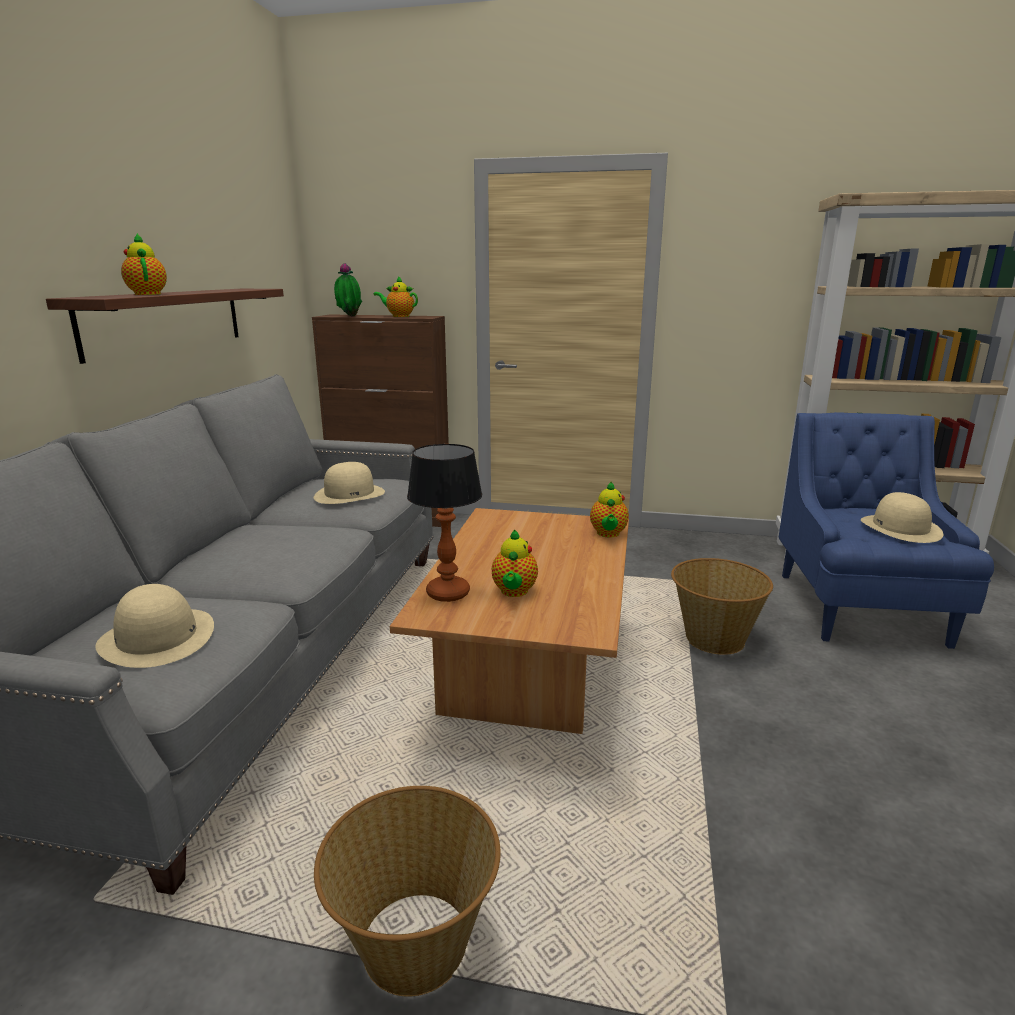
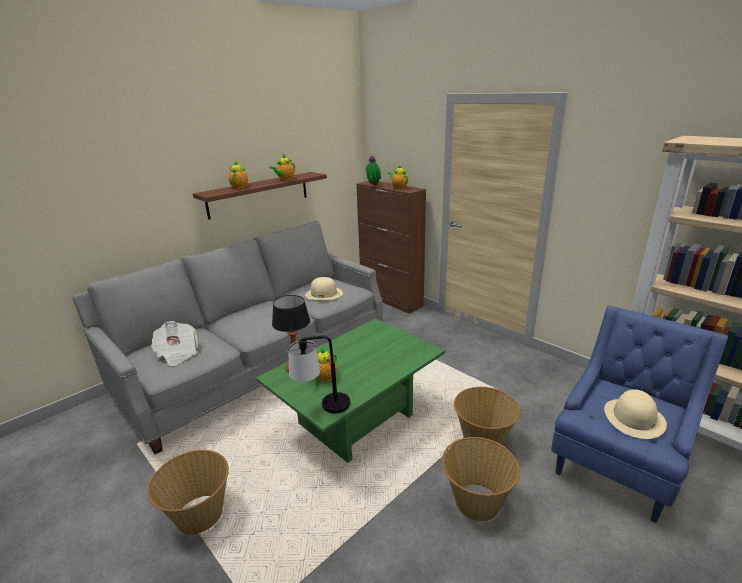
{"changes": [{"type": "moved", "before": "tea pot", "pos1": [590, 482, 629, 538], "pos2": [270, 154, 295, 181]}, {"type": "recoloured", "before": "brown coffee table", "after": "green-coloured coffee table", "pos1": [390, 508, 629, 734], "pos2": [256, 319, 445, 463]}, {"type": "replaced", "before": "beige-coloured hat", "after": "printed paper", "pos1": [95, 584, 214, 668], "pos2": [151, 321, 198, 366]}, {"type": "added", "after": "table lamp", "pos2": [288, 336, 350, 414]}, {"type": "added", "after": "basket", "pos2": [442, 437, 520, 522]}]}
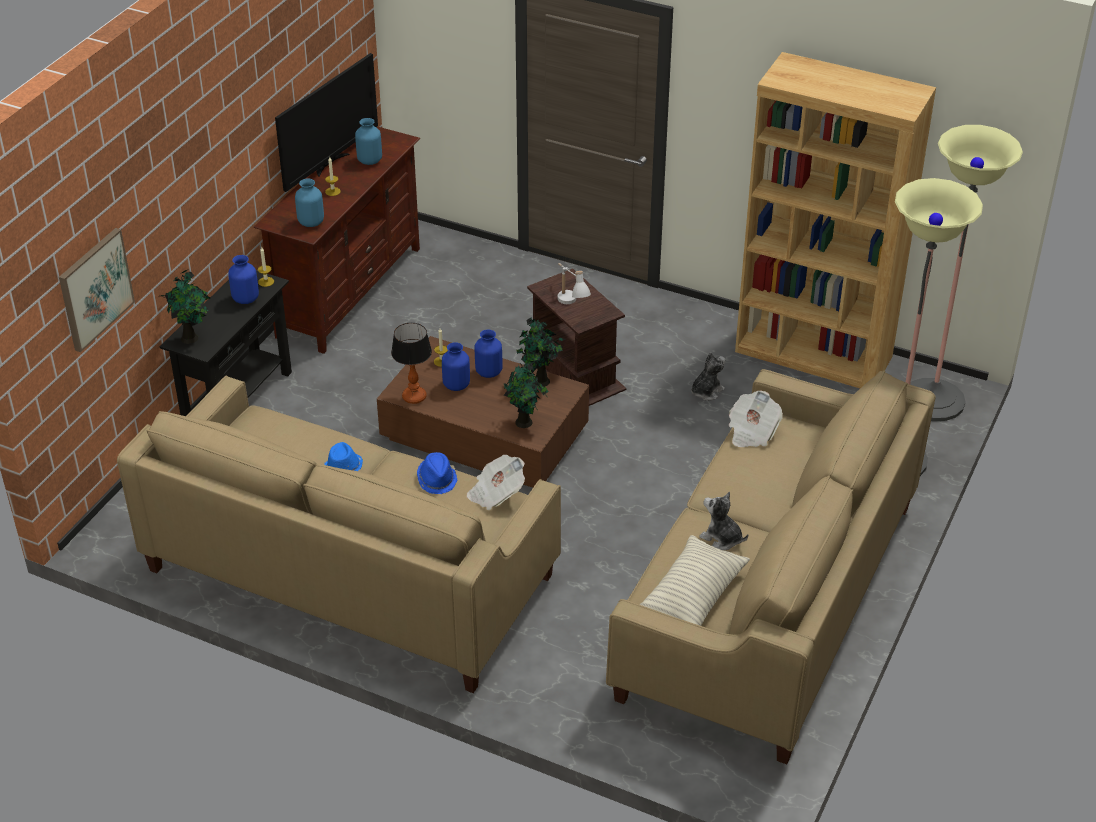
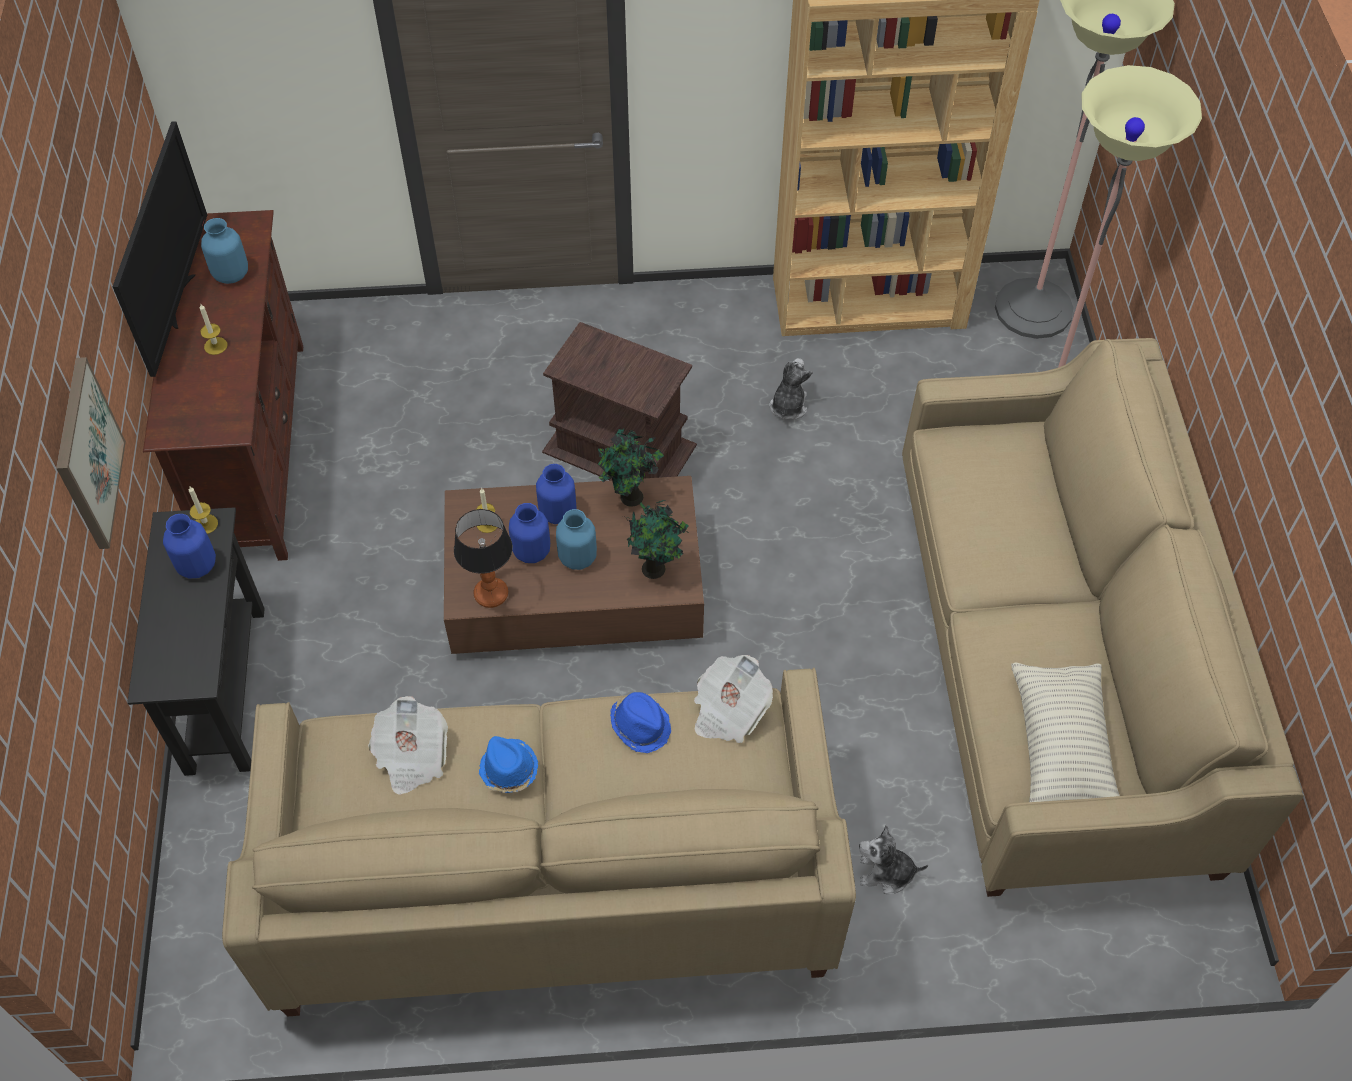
{"changes": [{"type": "moved", "before": "bluish decorative vase", "pos1": [295, 179, 324, 227], "pos2": [556, 509, 597, 570]}, {"type": "moved", "before": "wall picture", "pos1": [59, 228, 135, 352], "pos2": [56, 357, 126, 549]}, {"type": "removed", "before": "white-coloured table lamp", "pos1": [558, 263, 591, 304]}, {"type": "removed", "before": "houseplant", "pos1": [161, 270, 210, 344]}, {"type": "moved", "before": "printed paper", "pos1": [729, 391, 783, 447], "pos2": [368, 696, 448, 795]}, {"type": "moved", "before": "cuddly toy", "pos1": [699, 492, 748, 550], "pos2": [859, 824, 928, 894]}]}
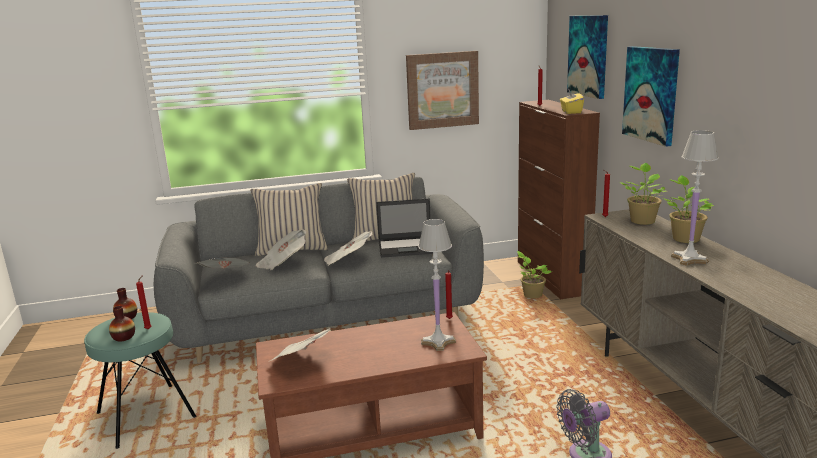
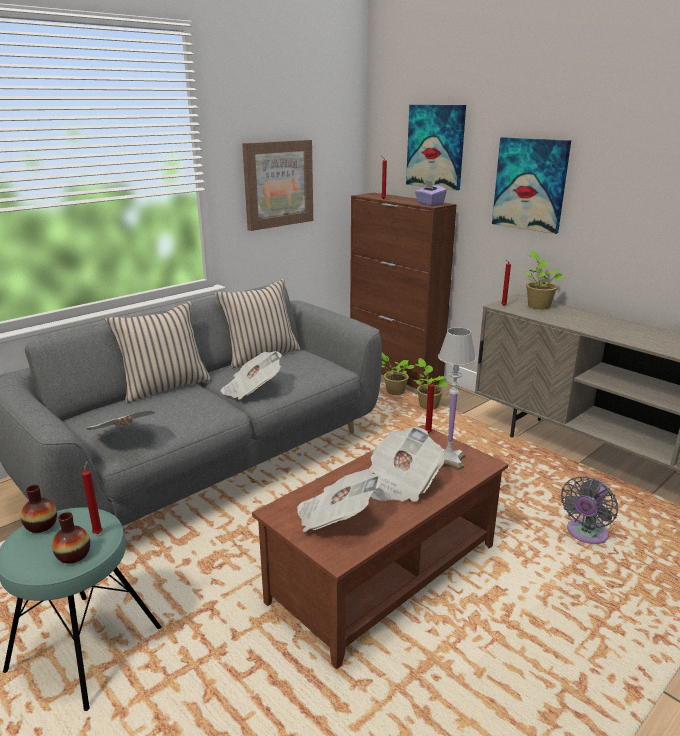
{"changes": [{"type": "recoloured", "before": "yellow-coloured tissue box", "after": "purple tissue box", "pos1": [560, 89, 584, 114], "pos2": [415, 180, 447, 206]}, {"type": "removed", "before": "white-coloured table lamp", "pos1": [671, 130, 719, 266]}, {"type": "moved", "before": "houseplant", "pos1": [663, 175, 714, 243], "pos2": [414, 358, 449, 409]}, {"type": "removed", "before": "laptop", "pos1": [376, 198, 433, 258]}, {"type": "moved", "before": "printed paper", "pos1": [256, 230, 307, 270], "pos2": [369, 427, 444, 502]}]}
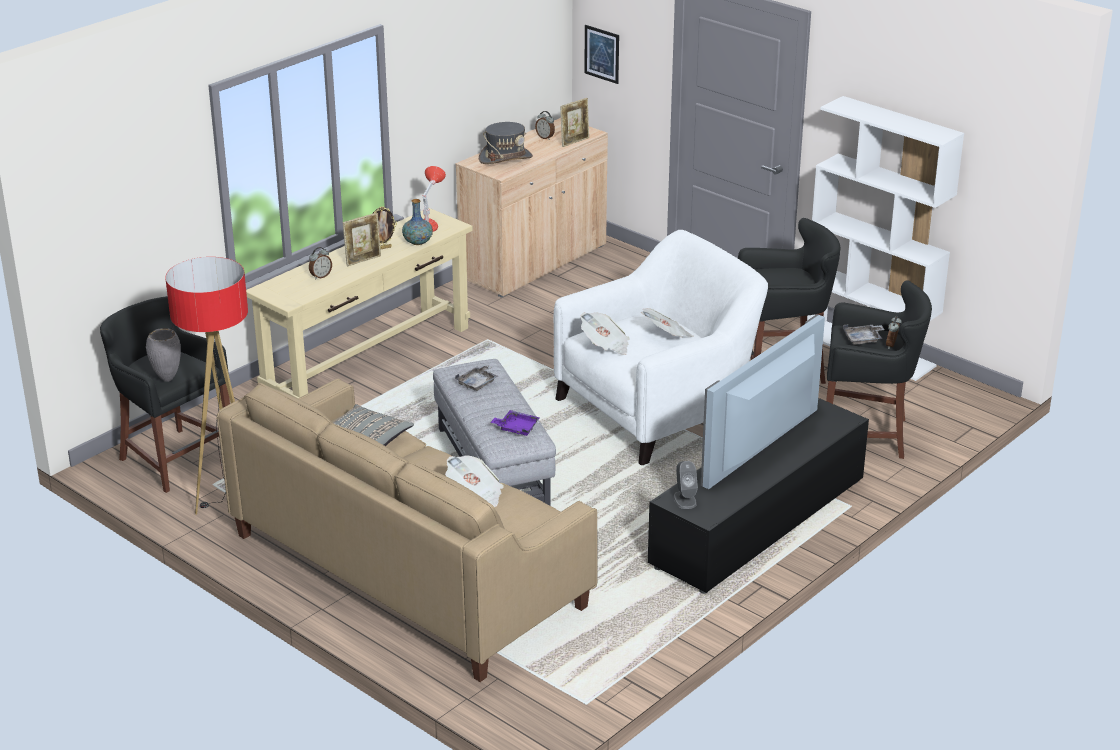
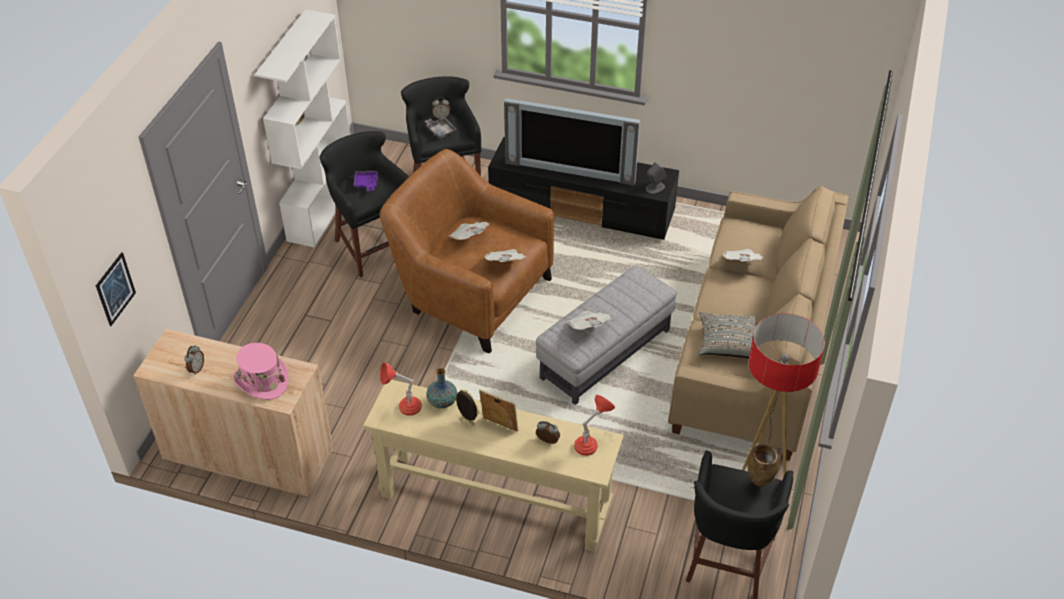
{"changes": [{"type": "removed", "before": "standing frame", "pos1": [560, 98, 589, 147]}, {"type": "recoloured", "before": "gray hat", "after": "pink-coloured hat", "pos1": [479, 122, 533, 164], "pos2": [233, 343, 289, 400]}, {"type": "recoloured", "before": "white-coloured lounge chair", "after": "brown lounge chair", "pos1": [554, 230, 768, 465], "pos2": [380, 149, 554, 353]}, {"type": "recoloured", "before": "gray decorative vase", "after": "brown decorative vase", "pos1": [146, 328, 181, 382], "pos2": [747, 444, 780, 487]}, {"type": "replaced", "before": "gray carrying tray", "after": "printed paper", "pos1": [455, 364, 498, 391], "pos2": [568, 310, 611, 330]}, {"type": "moved", "before": "purple carrying tray", "pos1": [490, 410, 540, 436], "pos2": [354, 170, 378, 191]}, {"type": "added", "after": "red table lamp", "pos2": [574, 395, 615, 456]}]}
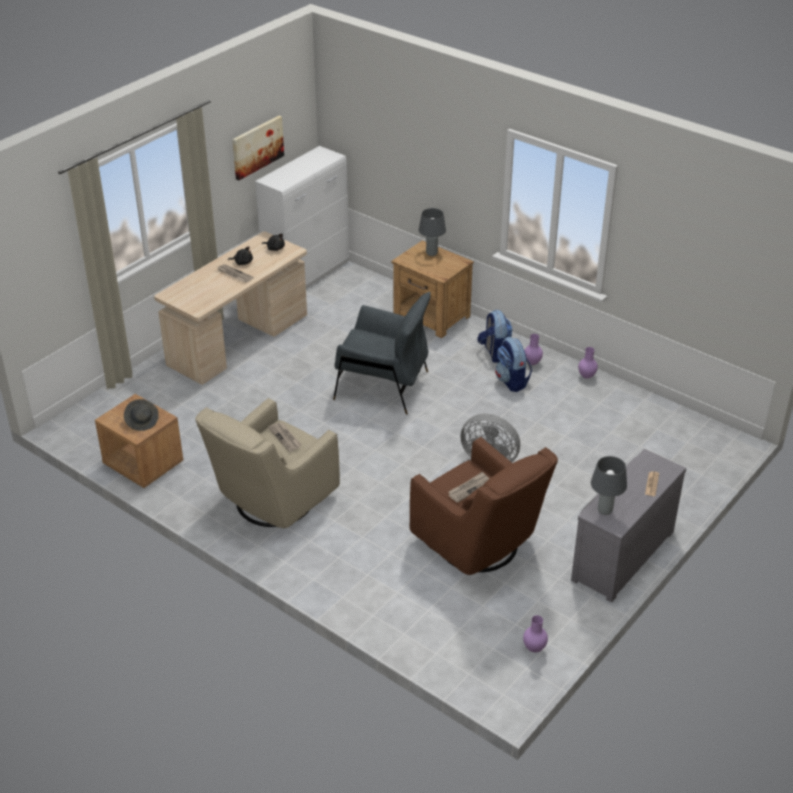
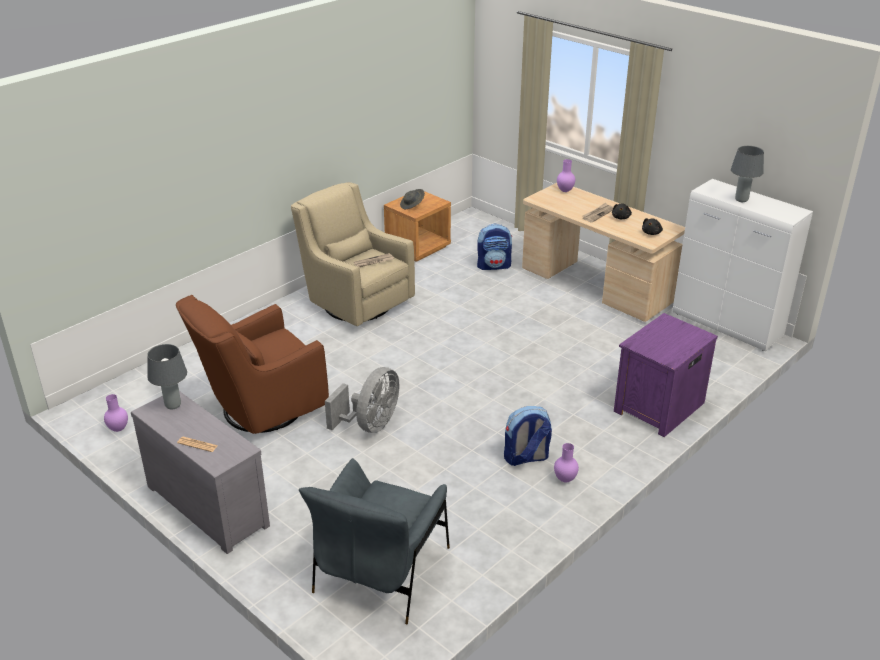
{"changes": [{"type": "removed", "before": "wall picture", "pos1": [232, 116, 284, 181]}, {"type": "moved", "before": "gray table lamp", "pos1": [419, 208, 446, 256], "pos2": [731, 146, 764, 202]}, {"type": "recoloured", "before": "brown night table", "after": "purple night table", "pos1": [391, 240, 474, 338], "pos2": [614, 313, 718, 437]}, {"type": "moved", "before": "gray lounge chair", "pos1": [333, 292, 431, 414], "pos2": [299, 458, 450, 625]}, {"type": "moved", "before": "backpack", "pos1": [477, 310, 512, 363], "pos2": [477, 224, 512, 270]}, {"type": "moved", "before": "purple decorative vase", "pos1": [578, 347, 598, 379], "pos2": [557, 159, 575, 192]}, {"type": "removed", "before": "printed paper", "pos1": [448, 472, 489, 503]}]}
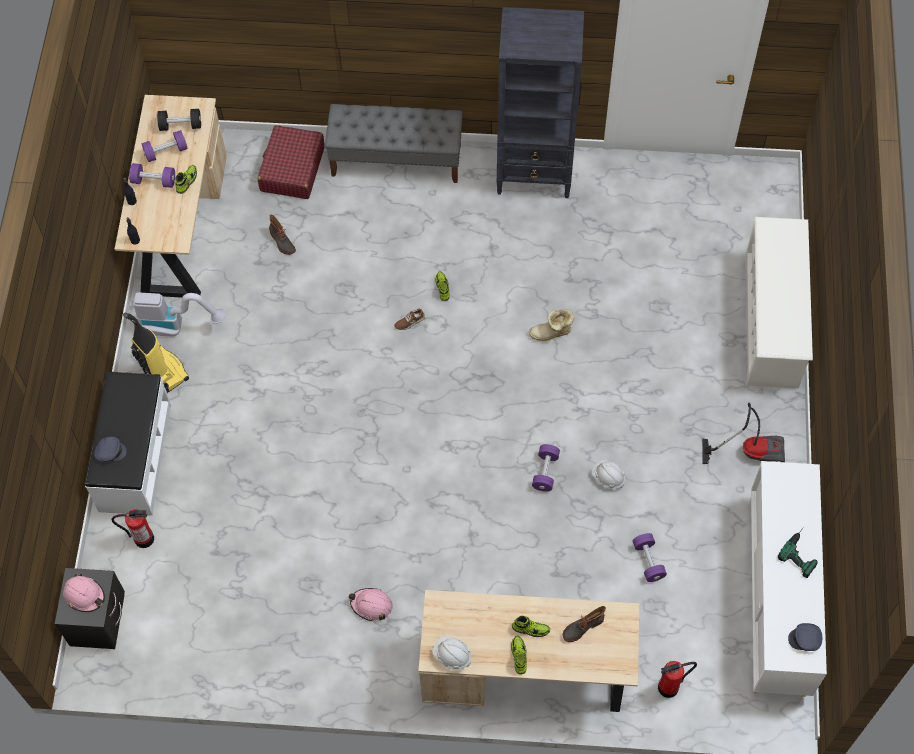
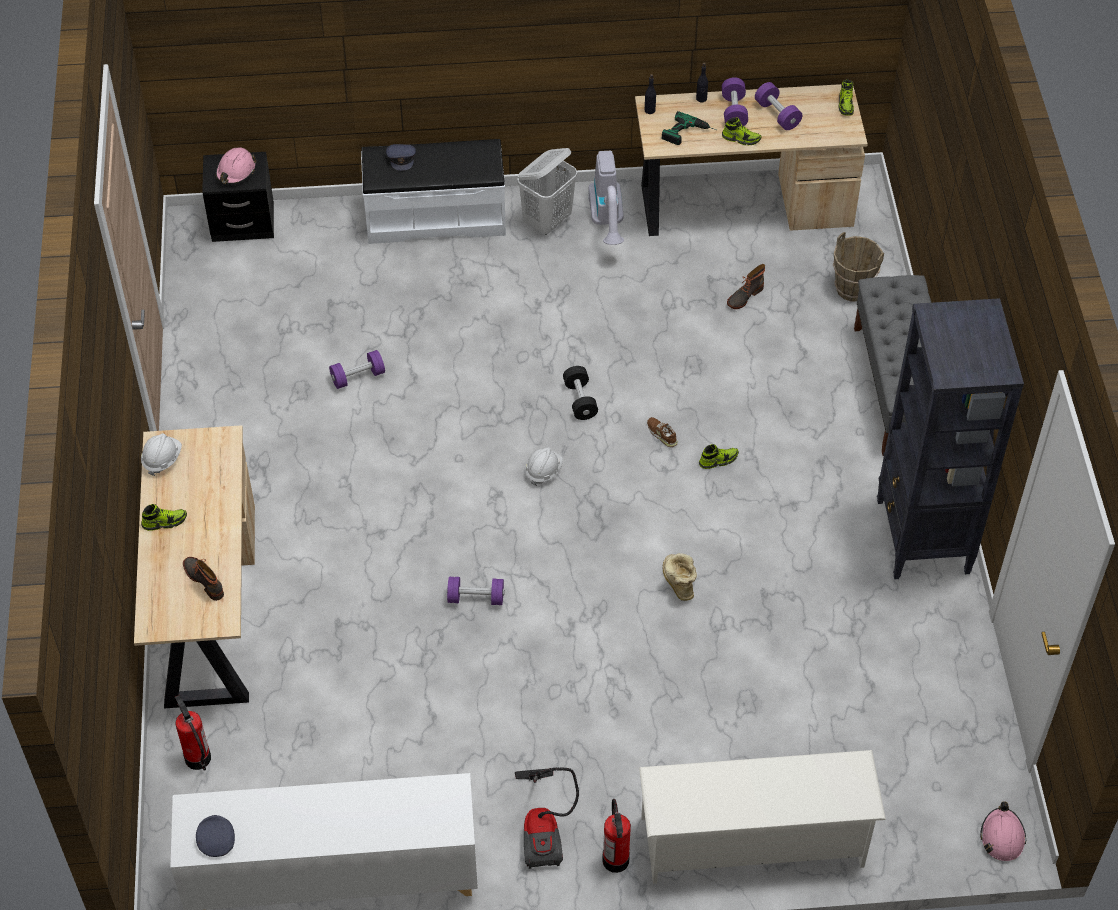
{"changes": [{"type": "moved", "before": "black-coloured dumbbell", "pos1": [157, 109, 201, 131], "pos2": [563, 366, 598, 420]}, {"type": "replaced", "before": "red piece of luggage", "after": "brown bucket", "pos1": [258, 125, 325, 199], "pos2": [833, 232, 884, 302]}, {"type": "replaced", "before": "vacuum cleaner", "after": "white-coloured hamper", "pos1": [123, 313, 189, 393], "pos2": [517, 148, 577, 235]}, {"type": "moved", "before": "white-coloured work helmet", "pos1": [591, 460, 625, 489], "pos2": [525, 447, 563, 486]}, {"type": "moved", "before": "fire extinguisher", "pos1": [112, 509, 154, 548], "pos2": [602, 799, 631, 873]}, {"type": "moved", "before": "drill", "pos1": [778, 528, 818, 578], "pos2": [662, 111, 716, 145]}, {"type": "moved", "before": "purple dumbbell", "pos1": [633, 533, 667, 582], "pos2": [329, 350, 385, 389]}, {"type": "moved", "before": "pink-coloured work helmet", "pos1": [349, 588, 393, 621], "pos2": [980, 801, 1027, 861]}, {"type": "moved", "before": "low shoe", "pos1": [512, 616, 550, 637], "pos2": [839, 79, 854, 116]}]}
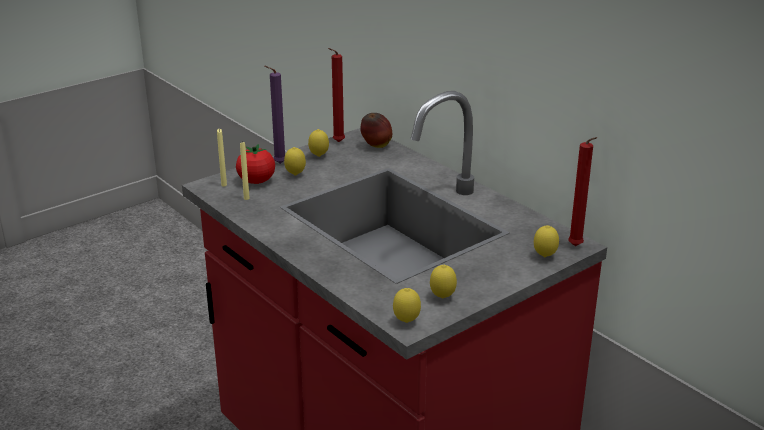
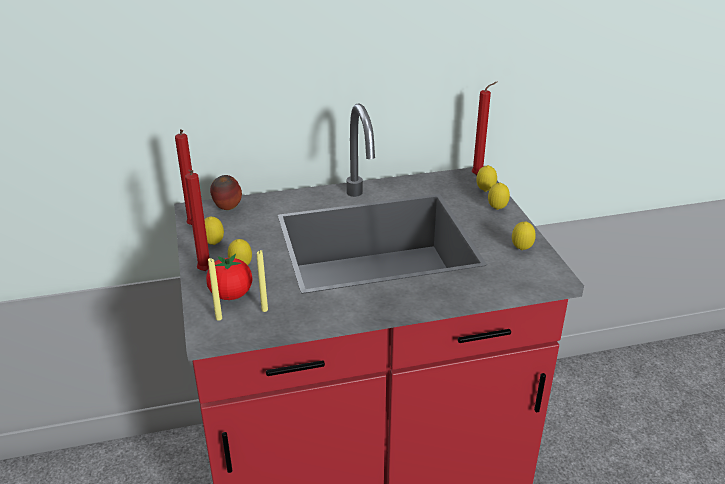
{"changes": [{"type": "recoloured", "before": "purple wax light", "after": "red wax light", "pos1": [264, 65, 285, 164], "pos2": [185, 170, 210, 271]}, {"type": "moved", "before": "whole lemon", "pos1": [393, 288, 421, 323], "pos2": [488, 183, 510, 210]}]}
